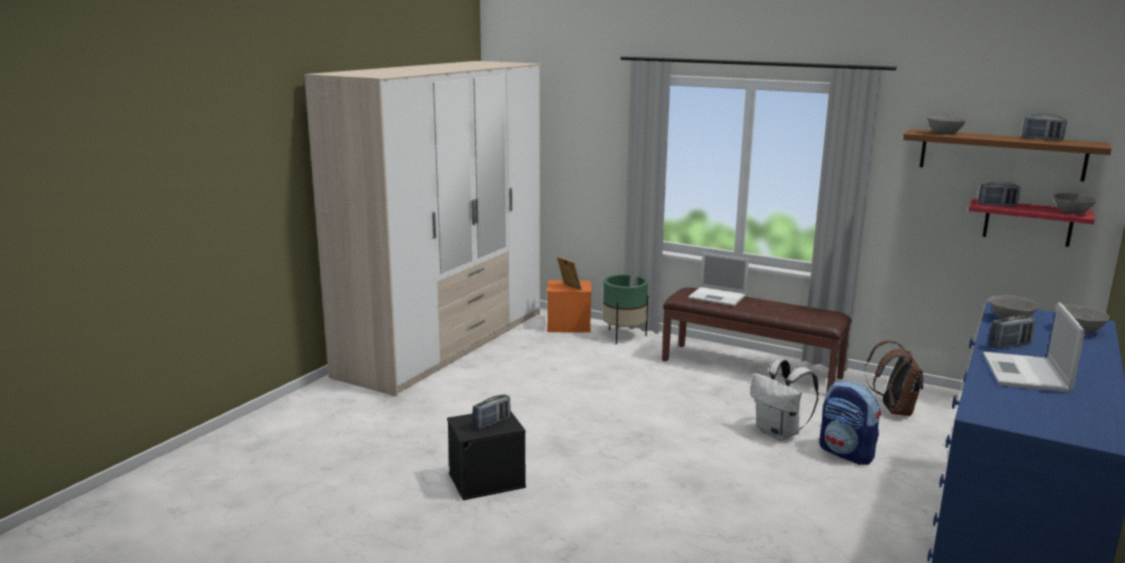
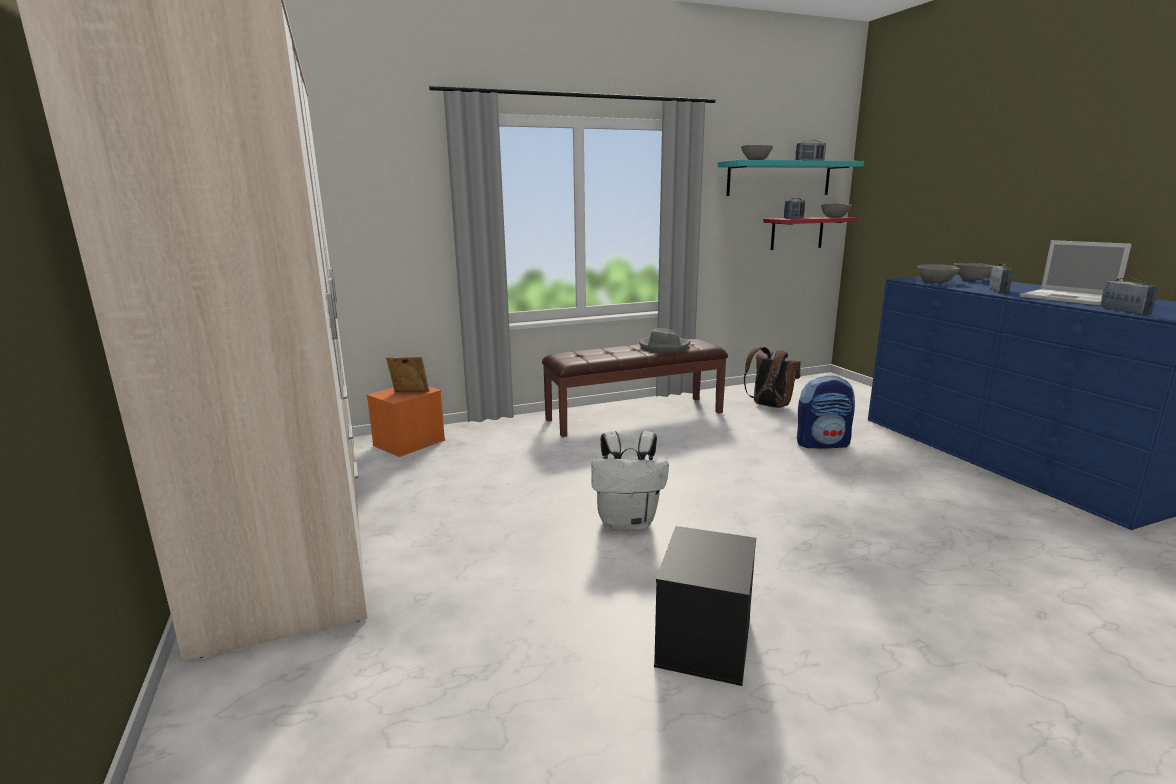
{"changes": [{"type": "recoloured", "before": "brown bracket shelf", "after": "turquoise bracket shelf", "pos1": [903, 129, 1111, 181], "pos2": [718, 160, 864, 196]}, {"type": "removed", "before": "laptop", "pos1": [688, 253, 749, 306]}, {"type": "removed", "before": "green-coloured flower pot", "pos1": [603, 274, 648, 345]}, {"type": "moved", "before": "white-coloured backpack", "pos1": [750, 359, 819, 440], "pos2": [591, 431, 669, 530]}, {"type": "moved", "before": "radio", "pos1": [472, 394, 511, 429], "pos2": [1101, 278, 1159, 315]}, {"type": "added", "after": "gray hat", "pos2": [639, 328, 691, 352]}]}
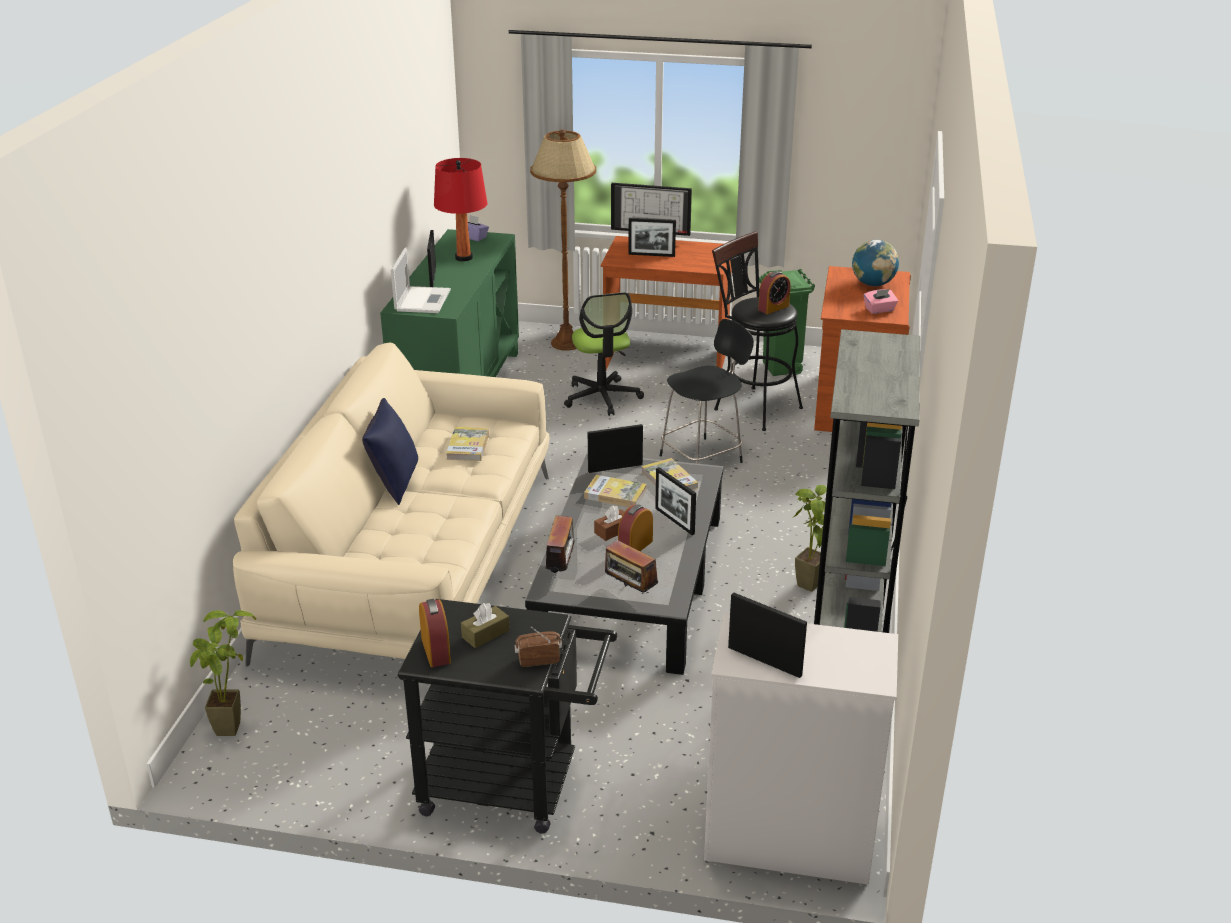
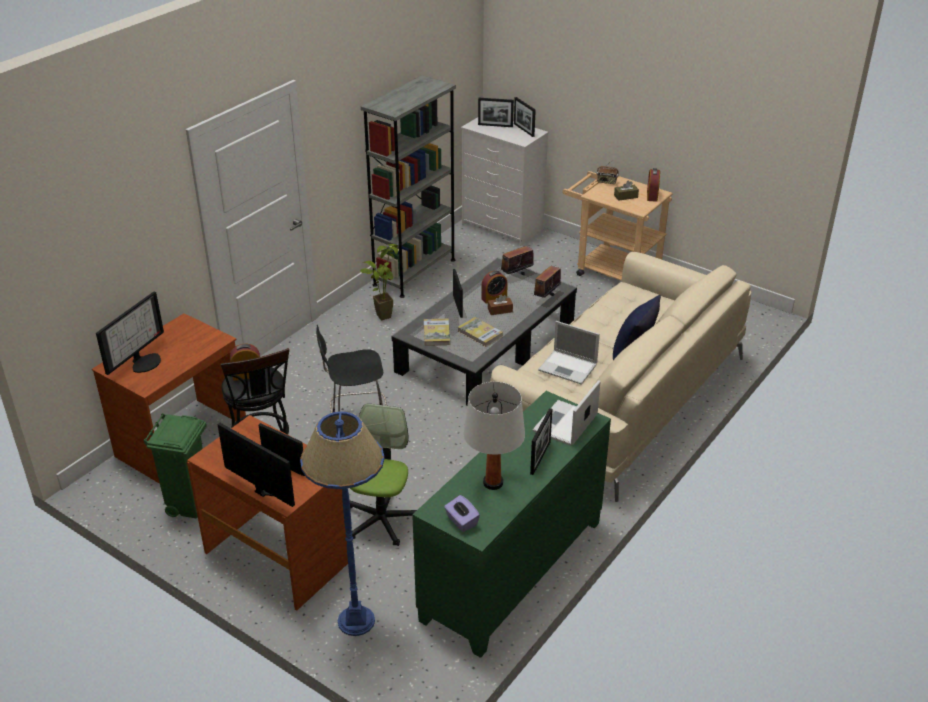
{"changes": [{"type": "recoloured", "before": "brown floor lamp", "after": "bluish floor lamp", "pos1": [530, 129, 596, 351], "pos2": [300, 411, 384, 636]}, {"type": "recoloured", "before": "red table lamp", "after": "white-coloured table lamp", "pos1": [434, 158, 488, 261], "pos2": [463, 382, 525, 490]}, {"type": "replaced", "before": "globe", "after": "computer screen", "pos1": [852, 240, 899, 286], "pos2": [96, 292, 164, 375]}, {"type": "removed", "before": "pink-coloured tissue box", "pos1": [864, 289, 898, 314]}, {"type": "moved", "before": "standing frame", "pos1": [588, 424, 643, 473], "pos2": [478, 98, 514, 127]}, {"type": "replaced", "before": "bound book", "after": "laptop", "pos1": [446, 427, 489, 461], "pos2": [538, 321, 600, 385]}, {"type": "turned", "before": "radio", "pos1": [605, 540, 658, 594], "pos2": [499, 246, 534, 275], "turn": -105}, {"type": "recoloured", "before": "black-coloured wheeled cart", "after": "beige-coloured wheeled cart", "pos1": [398, 599, 617, 834], "pos2": [562, 171, 673, 281]}, {"type": "removed", "before": "houseplant", "pos1": [190, 610, 256, 736]}]}
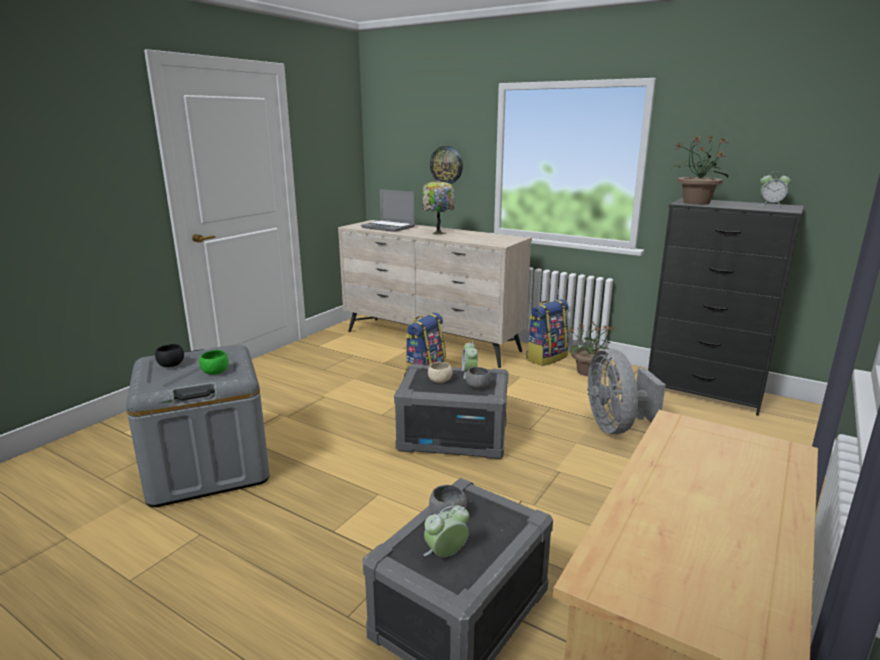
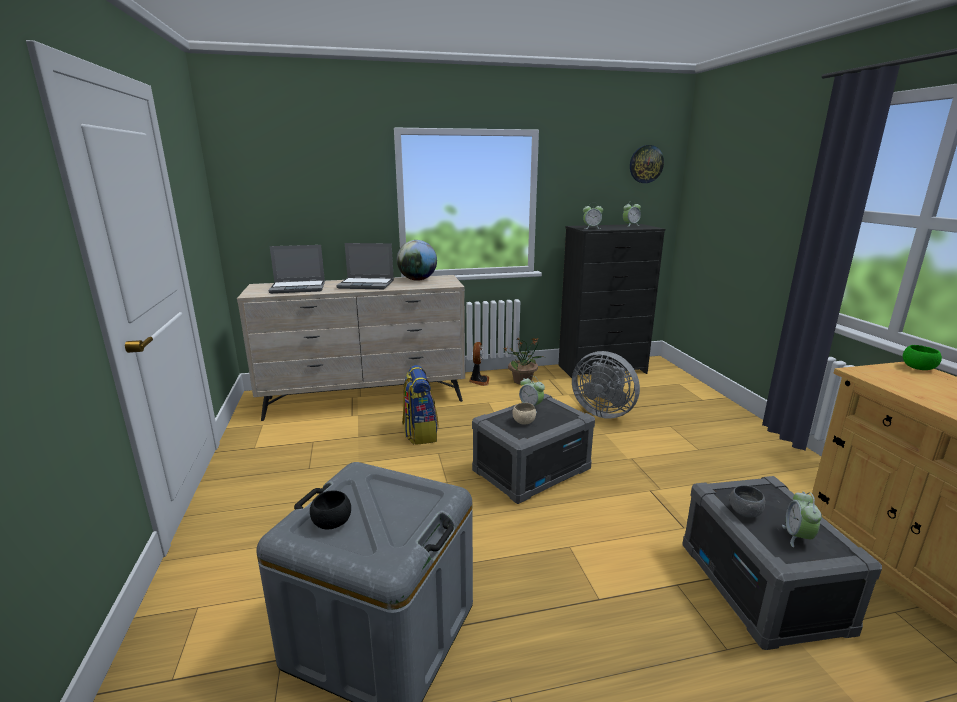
{"changes": [{"type": "replaced", "before": "houseplant", "after": "table clock", "pos1": [671, 135, 730, 205], "pos2": [583, 203, 603, 229]}, {"type": "moved", "before": "clock on the wall", "pos1": [430, 146, 463, 184], "pos2": [630, 145, 664, 183]}, {"type": "replaced", "before": "table lamp", "after": "laptop", "pos1": [422, 180, 454, 235], "pos2": [336, 243, 394, 289]}, {"type": "replaced", "before": "backpack", "after": "cooling fan", "pos1": [526, 299, 568, 366], "pos2": [469, 342, 489, 386]}, {"type": "moved", "before": "green-coloured bowl", "pos1": [199, 350, 228, 375], "pos2": [903, 345, 942, 370]}, {"type": "removed", "before": "gray bowl", "pos1": [466, 367, 491, 389]}, {"type": "added", "after": "globe", "pos2": [397, 240, 437, 281]}]}
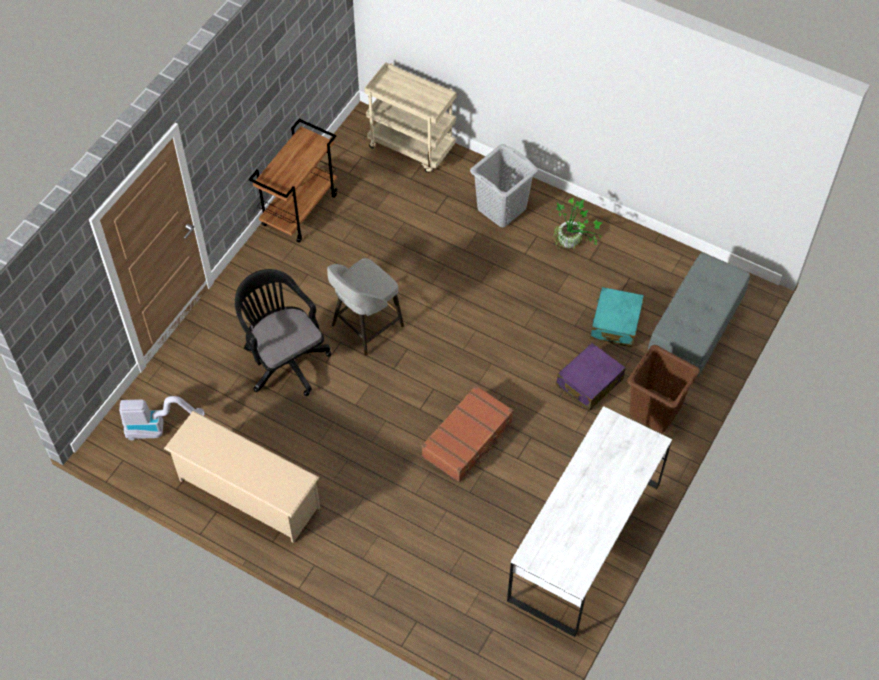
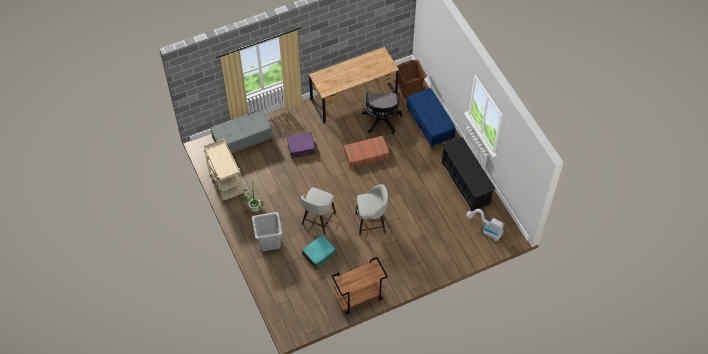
{"changes": [{"type": "moved", "before": "beige-coloured wheeled cart", "pos1": [364, 62, 456, 173], "pos2": [204, 139, 244, 203]}, {"type": "moved", "before": "black-coloured office chair", "pos1": [235, 269, 331, 396], "pos2": [362, 93, 402, 134]}, {"type": "moved", "before": "turquoise piece of luggage", "pos1": [590, 287, 644, 347], "pos2": [302, 235, 337, 269]}, {"type": "moved", "before": "brown hamper", "pos1": [627, 345, 700, 433], "pos2": [397, 60, 427, 99]}, {"type": "recoloured", "before": "white-coloured desk", "after": "brown desk", "pos1": [507, 406, 672, 637], "pos2": [309, 47, 399, 123]}, {"type": "recoloured", "before": "beige-coloured shoe rack", "after": "black-coloured shoe rack", "pos1": [164, 411, 320, 543], "pos2": [442, 137, 496, 211]}, {"type": "added", "after": "bluish indoor bench", "pos2": [407, 88, 456, 150]}, {"type": "added", "after": "gray sitting stool", "pos2": [301, 187, 336, 234]}]}
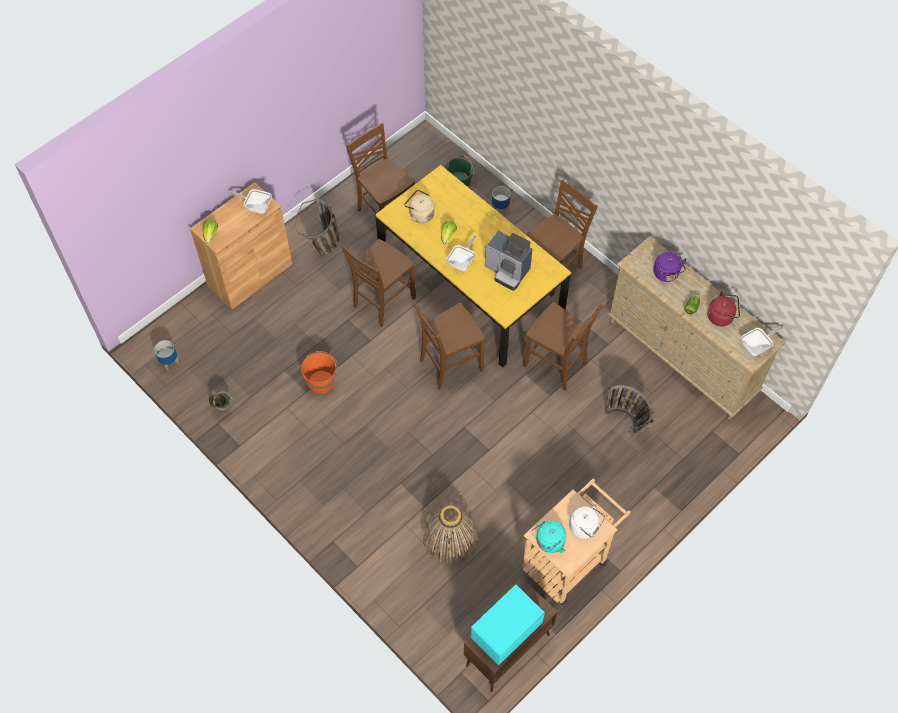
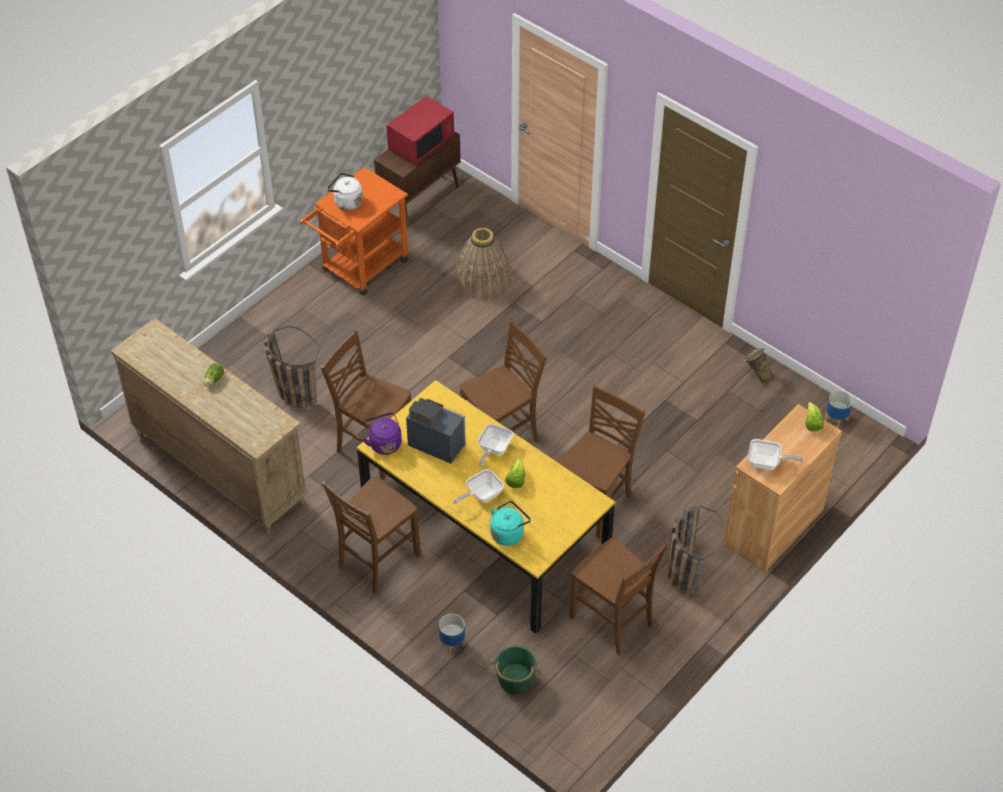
{"changes": [{"type": "removed", "before": "beige-coloured water kettle", "pos1": [404, 190, 435, 223]}, {"type": "moved", "before": "purple water kettle", "pos1": [653, 252, 686, 282], "pos2": [363, 412, 402, 455]}, {"type": "removed", "before": "red water kettle", "pos1": [707, 292, 740, 326]}, {"type": "moved", "before": "pan", "pos1": [741, 326, 783, 356], "pos2": [453, 469, 504, 504]}, {"type": "removed", "before": "orange-coloured bucket", "pos1": [301, 351, 338, 394]}, {"type": "recoloured", "before": "beige-coloured wheeled cart", "after": "orange-coloured wheeled cart", "pos1": [522, 478, 631, 605], "pos2": [300, 167, 408, 296]}, {"type": "moved", "before": "turquoise water kettle", "pos1": [531, 521, 566, 553], "pos2": [490, 501, 531, 546]}, {"type": "recoloured", "before": "turquoise microwave oven", "after": "red microwave oven", "pos1": [470, 585, 545, 666], "pos2": [387, 96, 454, 165]}]}
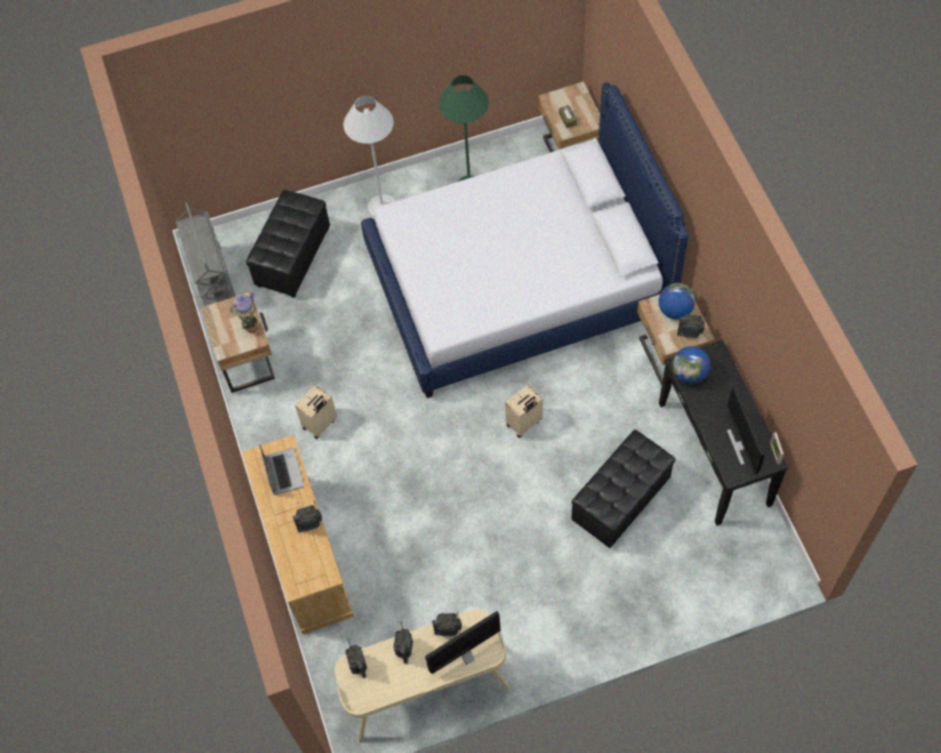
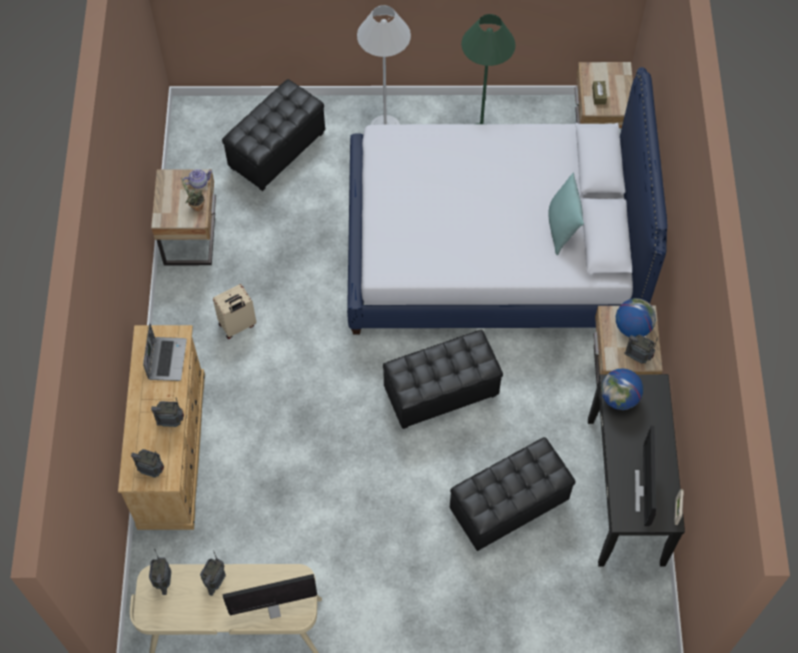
{"changes": [{"type": "removed", "before": "gray wheeled cart", "pos1": [176, 202, 236, 306]}, {"type": "replaced", "before": "beige-coloured piece of luggage", "after": "black-coloured pouffe", "pos1": [505, 385, 543, 438], "pos2": [383, 330, 503, 429]}, {"type": "moved", "before": "radio", "pos1": [432, 612, 462, 636], "pos2": [131, 449, 164, 477]}, {"type": "added", "after": "turquoise pillow", "pos2": [548, 172, 584, 255]}]}
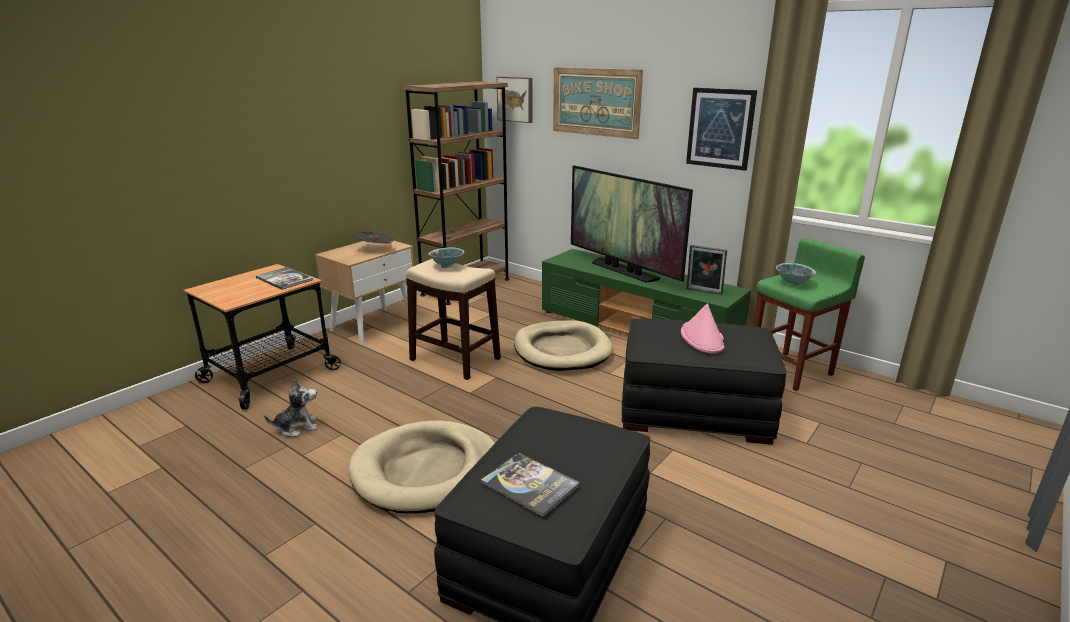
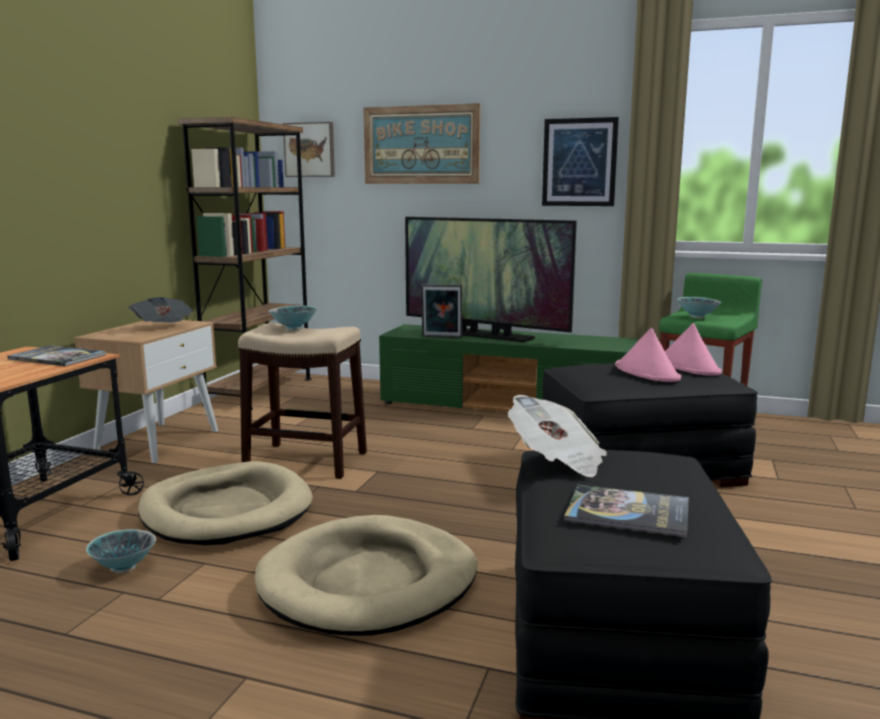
{"changes": [{"type": "moved", "before": "standing frame", "pos1": [687, 245, 727, 295], "pos2": [421, 284, 462, 338]}, {"type": "moved", "before": "beige-coloured dog cushion", "pos1": [514, 320, 613, 371], "pos2": [138, 461, 313, 545]}, {"type": "replaced", "before": "cuddly toy", "after": "bowl", "pos1": [264, 379, 318, 437], "pos2": [86, 529, 156, 573]}, {"type": "added", "after": "pink-coloured hat", "pos2": [665, 323, 722, 376]}, {"type": "added", "after": "printed paper", "pos2": [508, 395, 607, 477]}]}
